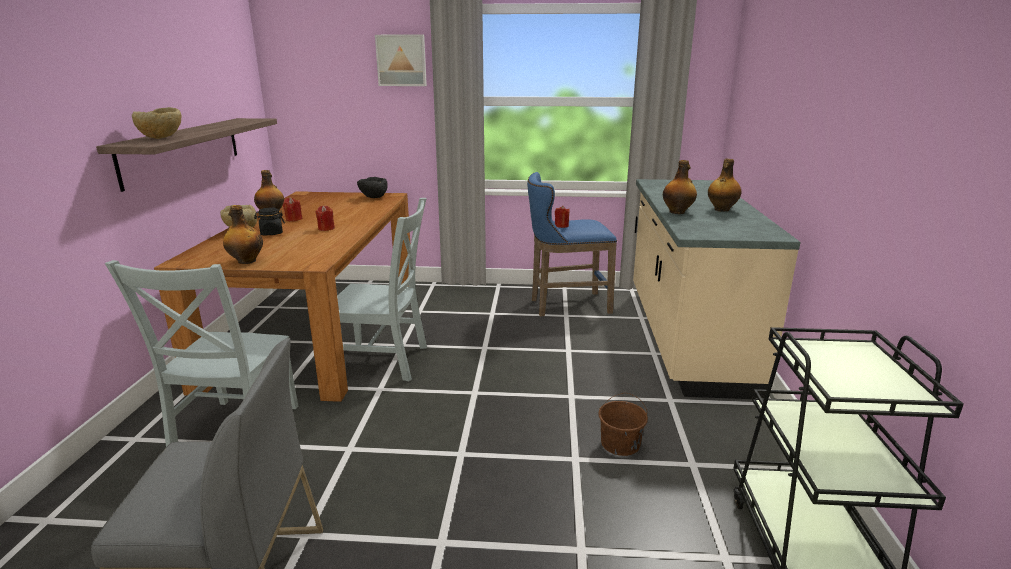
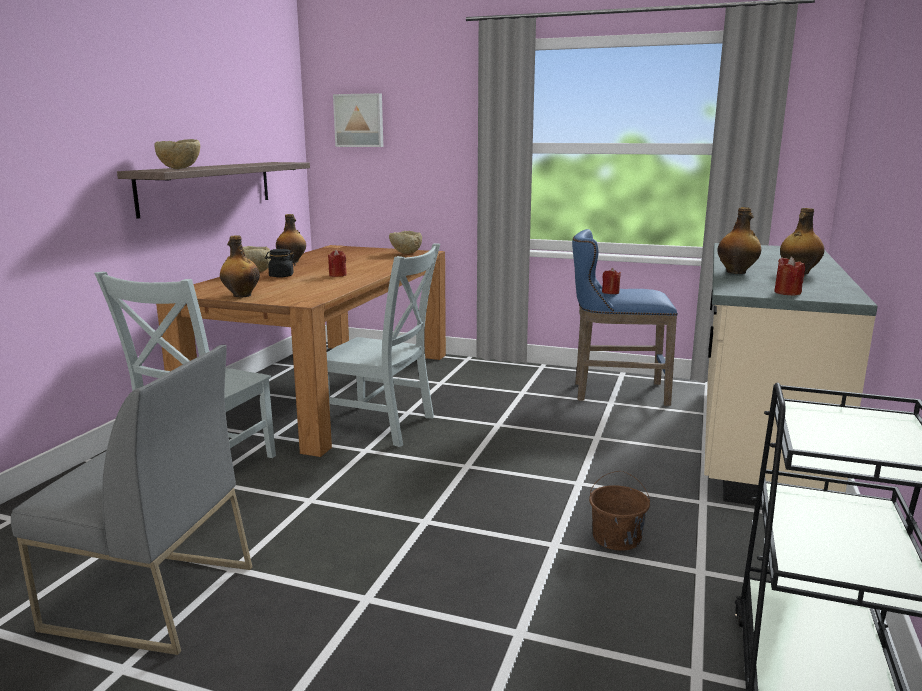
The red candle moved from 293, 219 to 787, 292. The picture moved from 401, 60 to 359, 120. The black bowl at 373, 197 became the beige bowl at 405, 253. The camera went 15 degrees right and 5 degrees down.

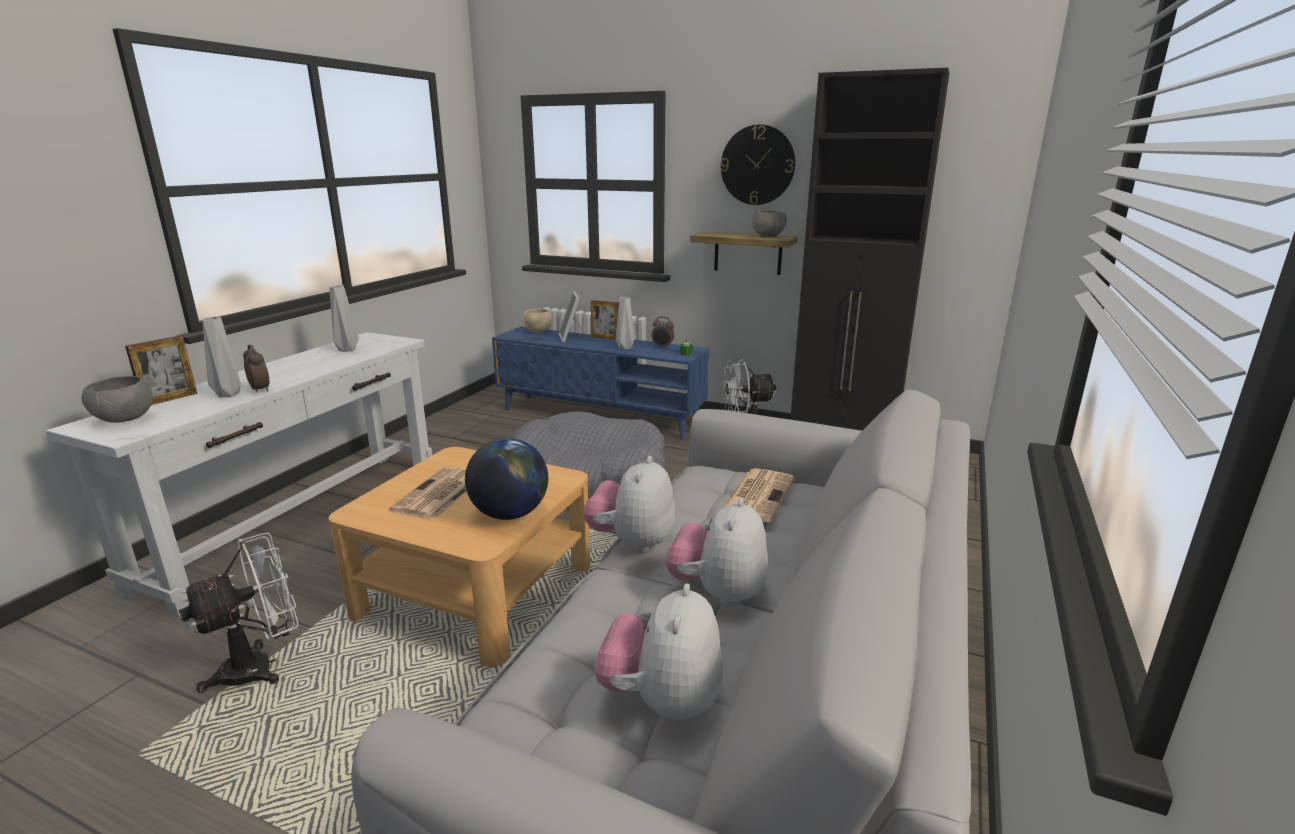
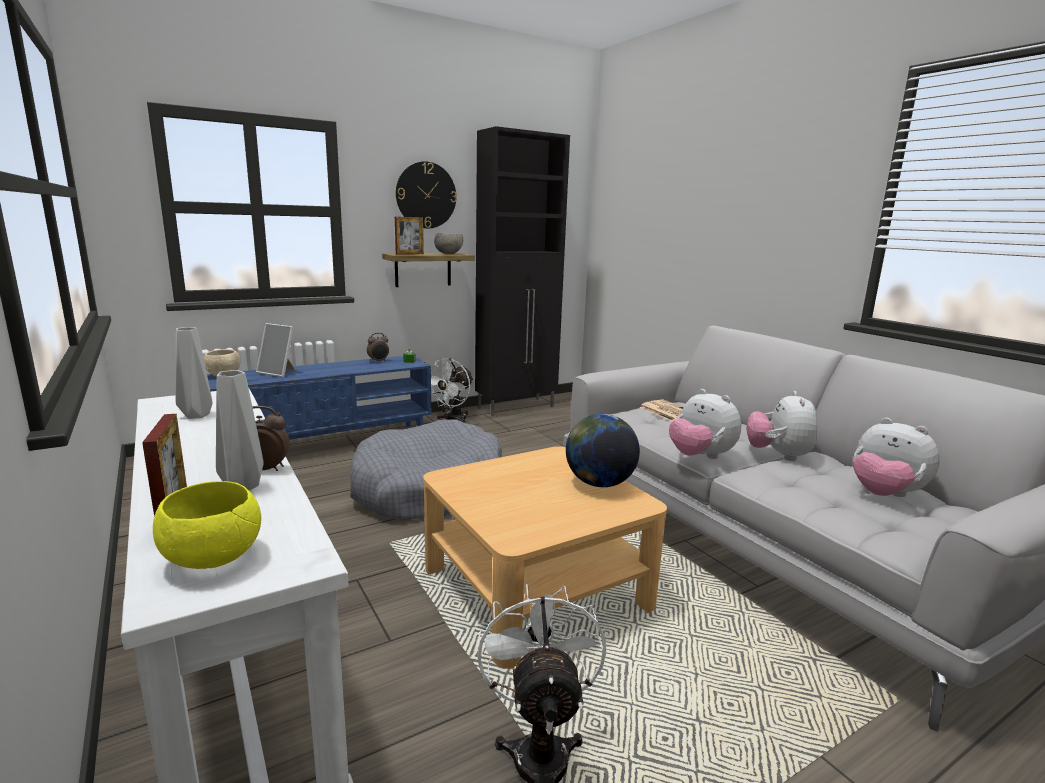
The newspaper at 439, 494 disappeared. The grey vase at 624, 348 disappeared. The picture frame moved from 605, 338 to 409, 254. The grey bowl at 125, 419 became the yellow bowl at 215, 558. The plush toy at 718, 593 turned 45 degrees clockwise. The camera went 55 degrees left and 5 degrees down.

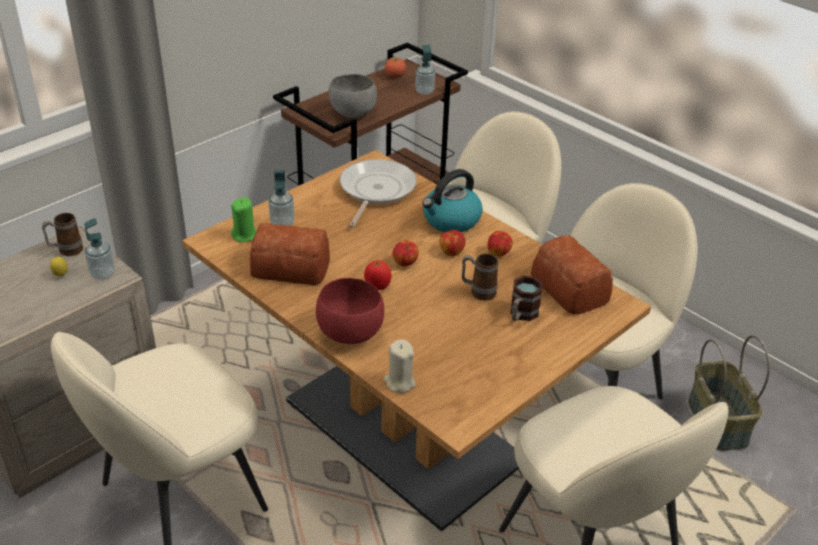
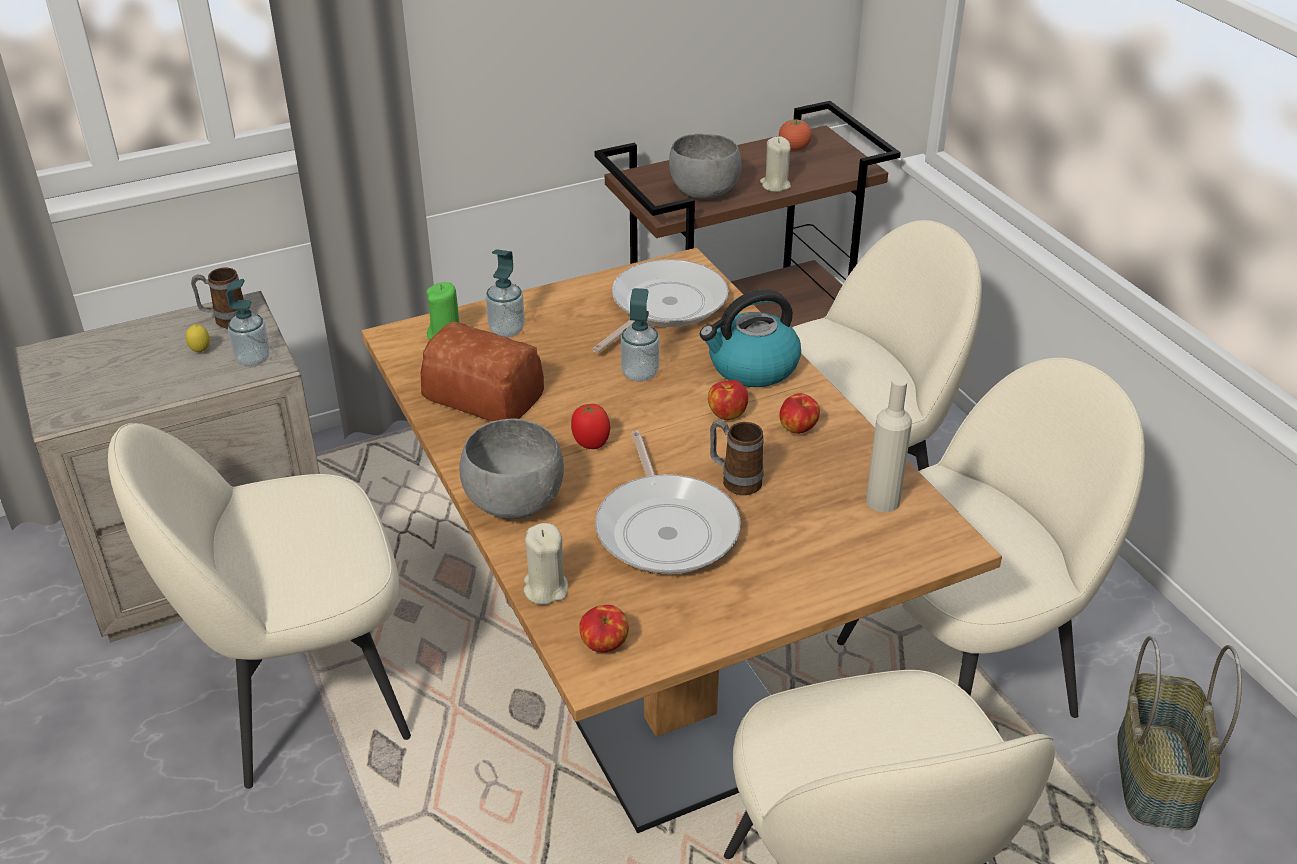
The mug at 521, 315 disappeared. The frying pan at 666, 528 appeared. The beige candle at 775, 185 appeared. The apple moved from 405, 263 to 604, 645. The soap dispenser moved from 424, 91 to 640, 373. The bread at 570, 287 was replaced by the beige bottle at 883, 501. The red bowl at 349, 333 became the grey bowl at 513, 502. The camera went 20 degrees right and 0 degrees up.

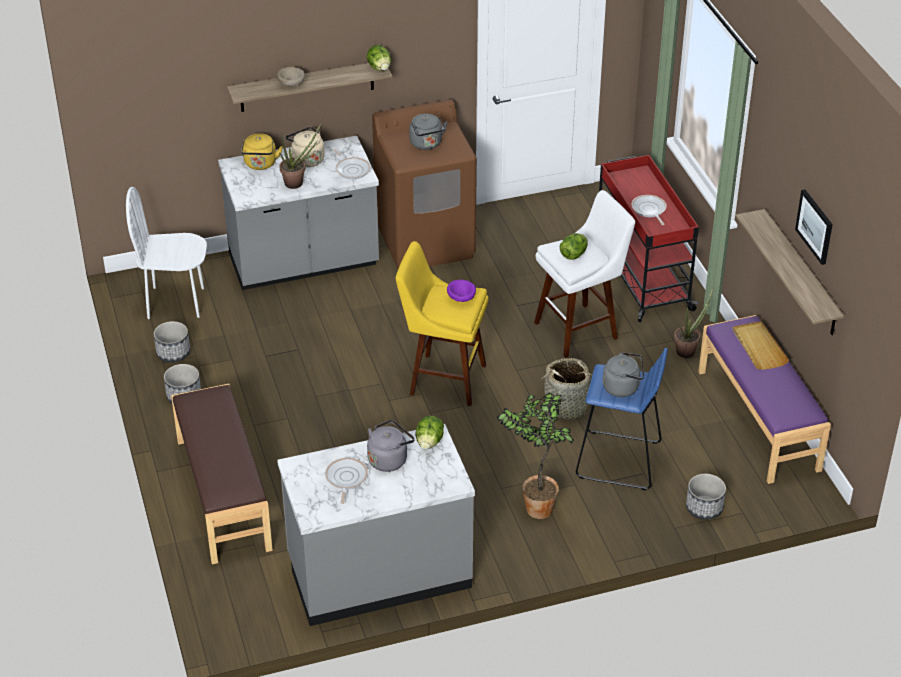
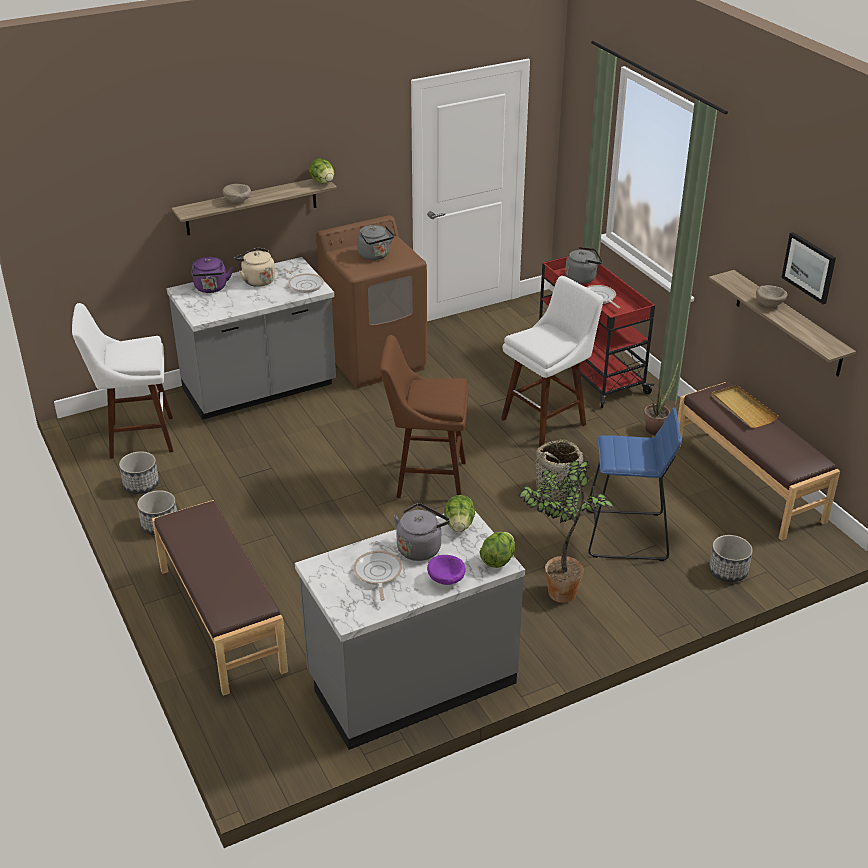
The potted plant at 298, 183 disappeared. The beige bowl at 770, 304 appeared. The purple bowl moved from 461, 299 to 446, 580. The lettuce moved from 573, 255 to 498, 560. The grey kettle moved from 623, 387 to 582, 278. The white chair at 176, 302 was replaced by the white stool at 136, 438. The yellow kettle at 260, 164 became the purple kettle at 211, 288. The yellow stool at 442, 379 became the brown stool at 425, 479. The purple bench at 759, 420 became the brown bench at 748, 482. The camera went 10 degrees left and 5 degrees down.

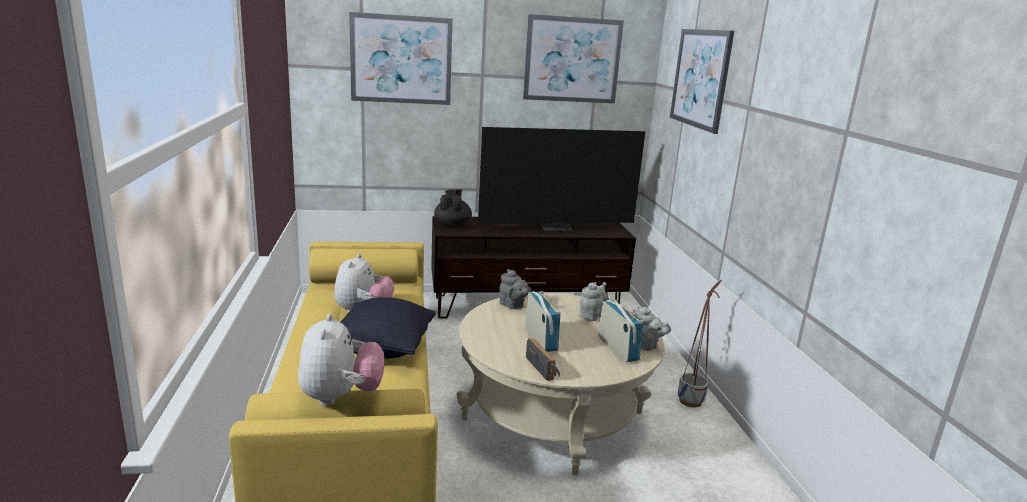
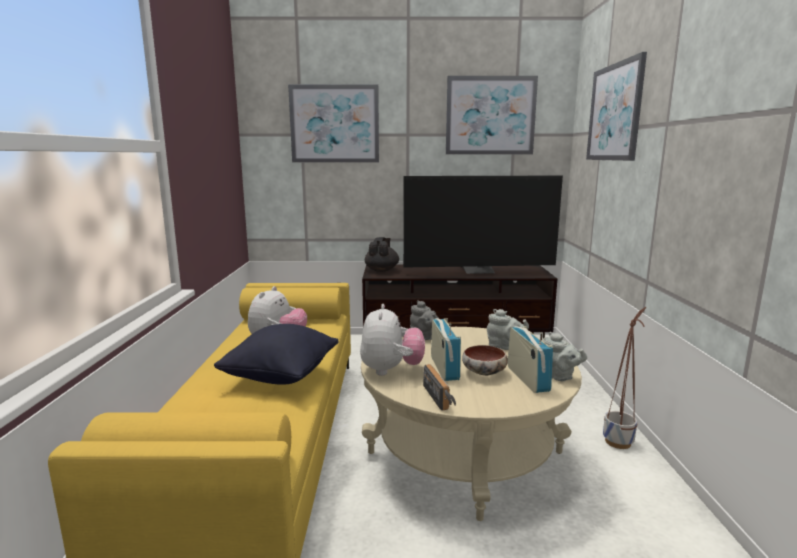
The bowl at 484, 373 appeared. The plush toy moved from 341, 397 to 391, 370. The grey teapot at 592, 315 turned 75 degrees clockwise. The camera went 10 degrees right and 5 degrees down.

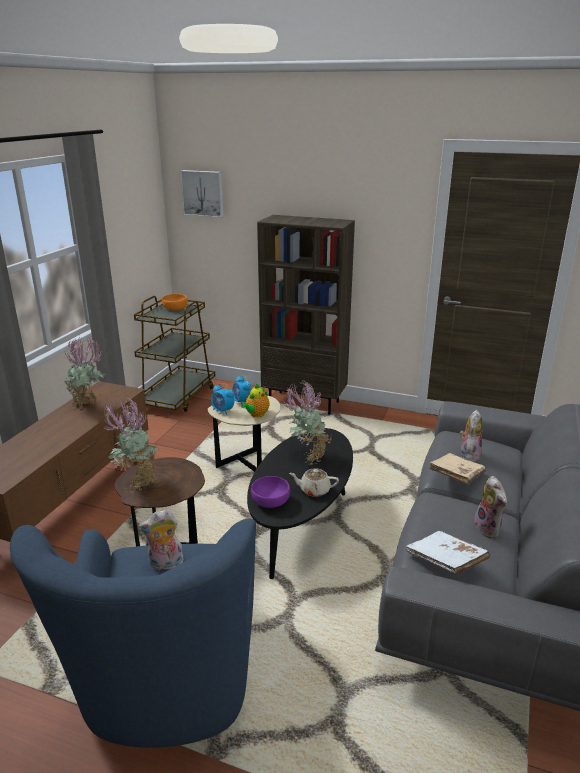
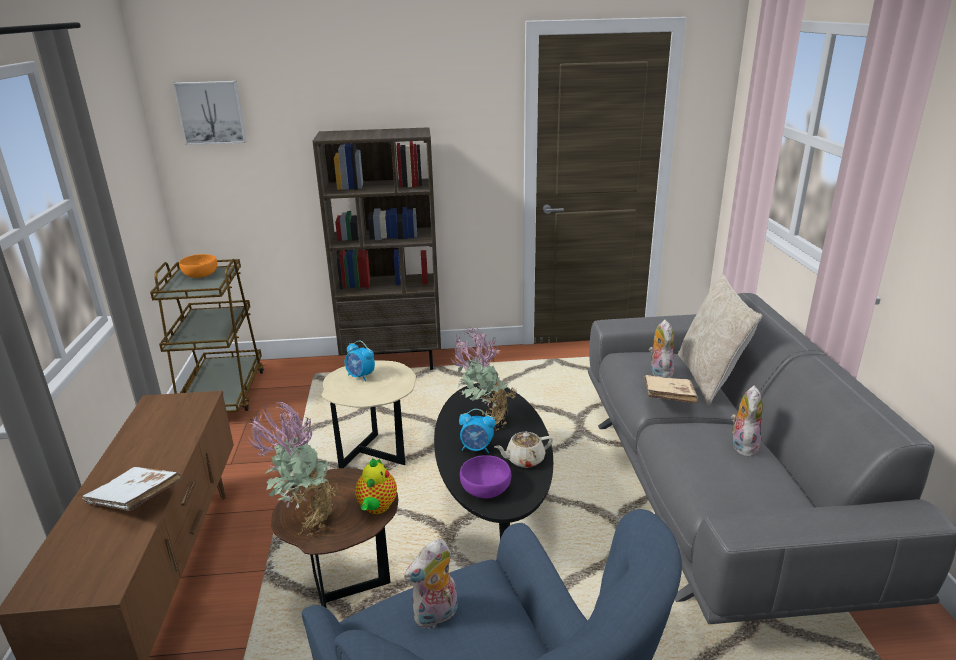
The potted plant at 89, 406 disappeared. The beige pillow at 709, 378 appeared. The alarm clock moved from 223, 411 to 477, 449. The teapot moved from 256, 414 to 376, 508. The white book moved from 445, 562 to 136, 500. The plush toy at 489, 529 turned 120 degrees counterclockwise. The camera went 25 degrees left and 0 degrees up.

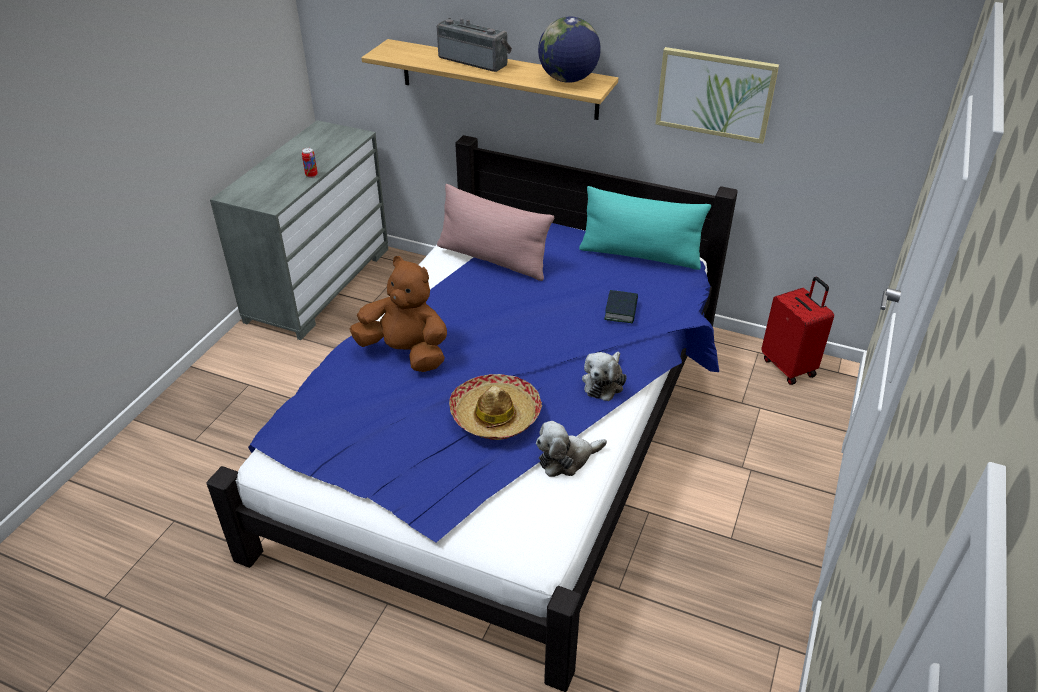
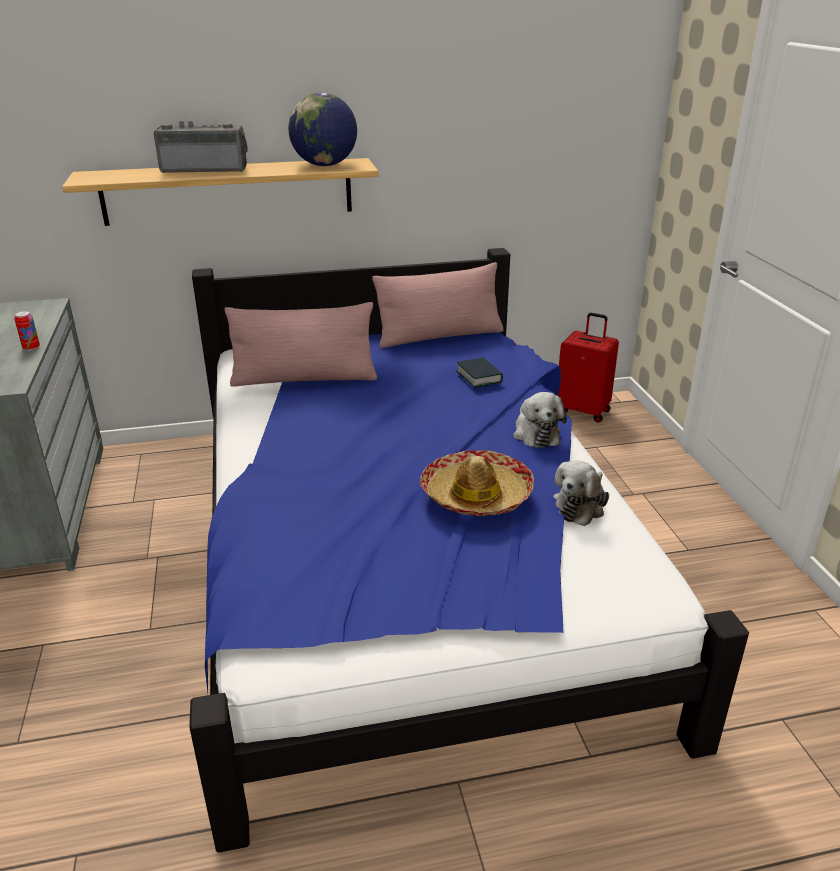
The brown plush toy at 406, 352 disappeared. The picture at 715, 94 disappeared. The turquoise pillow at 640, 255 became the pink pillow at 439, 336. The camera went 35 degrees left and 10 degrees down.

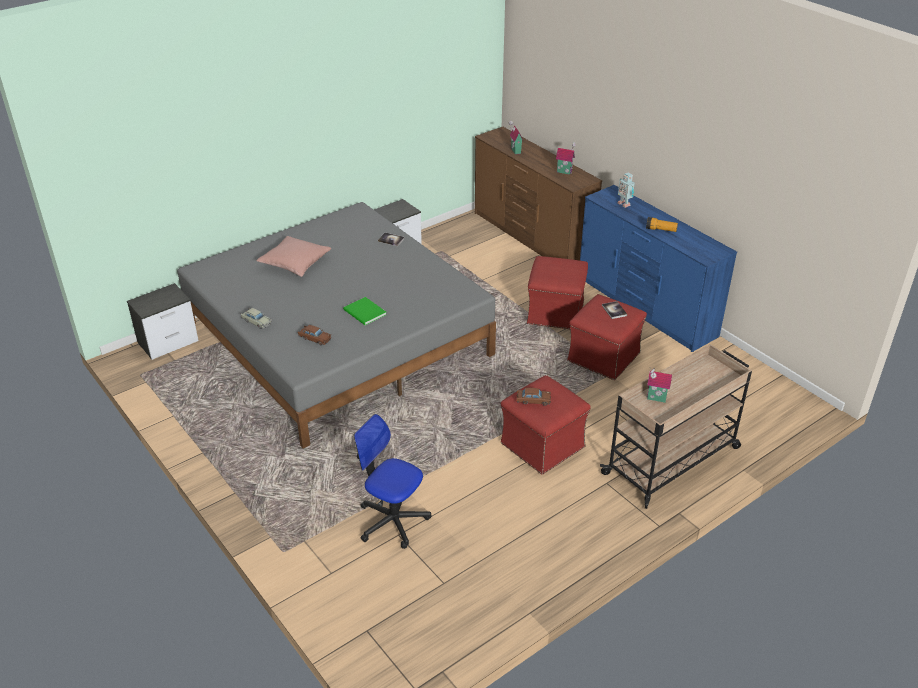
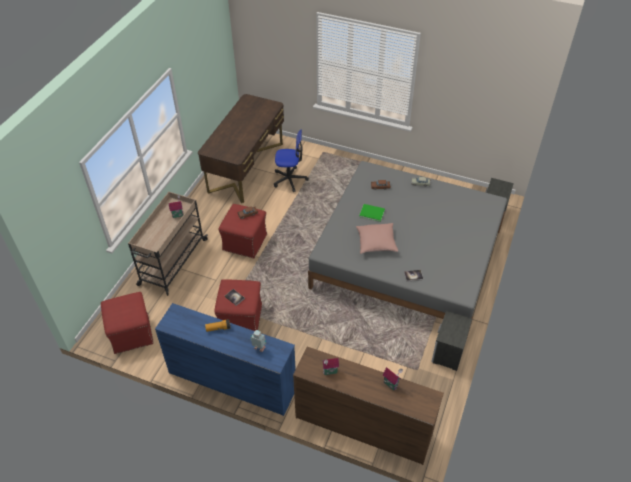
The brown desk at 246, 167 appeared. The pink pillow moved from 295, 263 to 376, 243. The red ottoman moved from 555, 313 to 131, 333. The camera went 150 degrees right and 10 degrees up.

